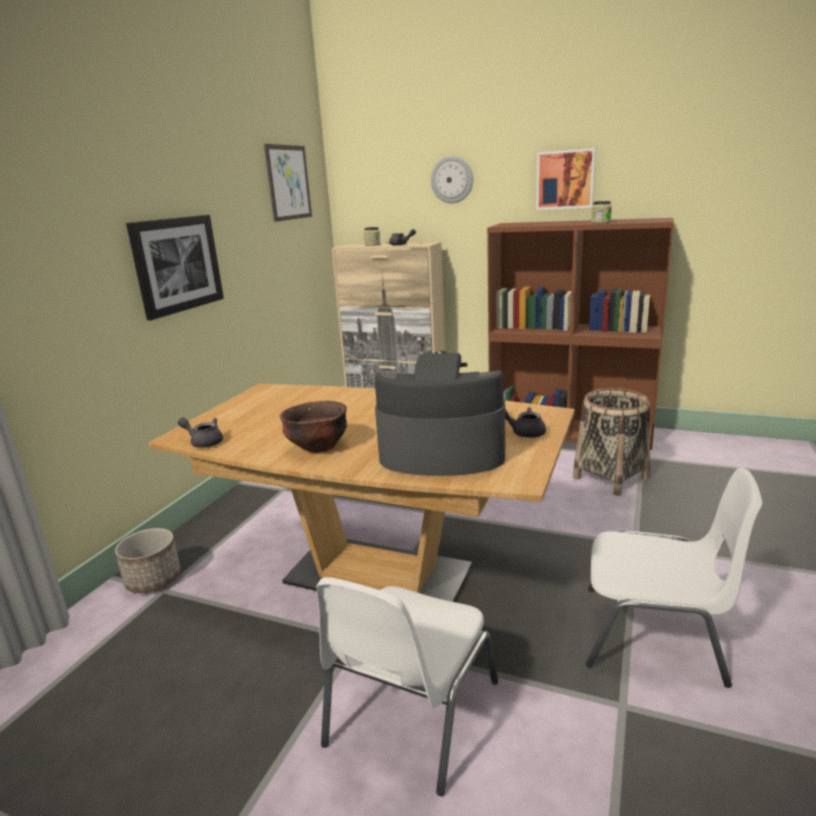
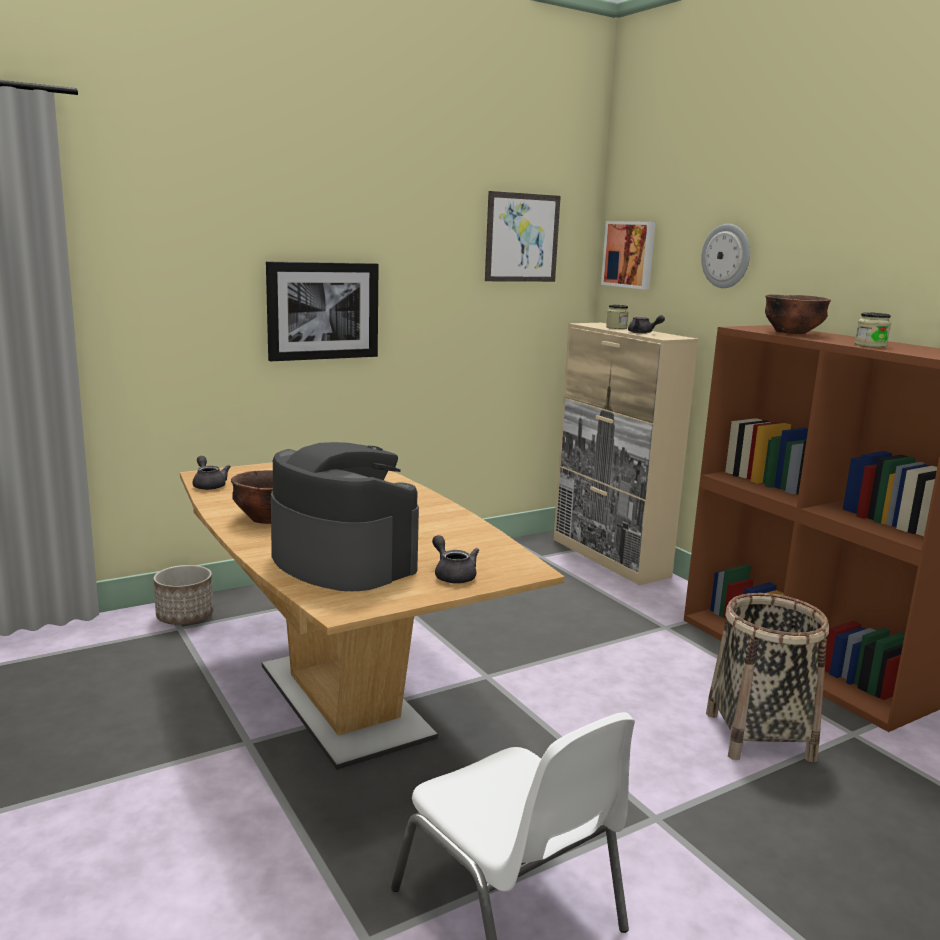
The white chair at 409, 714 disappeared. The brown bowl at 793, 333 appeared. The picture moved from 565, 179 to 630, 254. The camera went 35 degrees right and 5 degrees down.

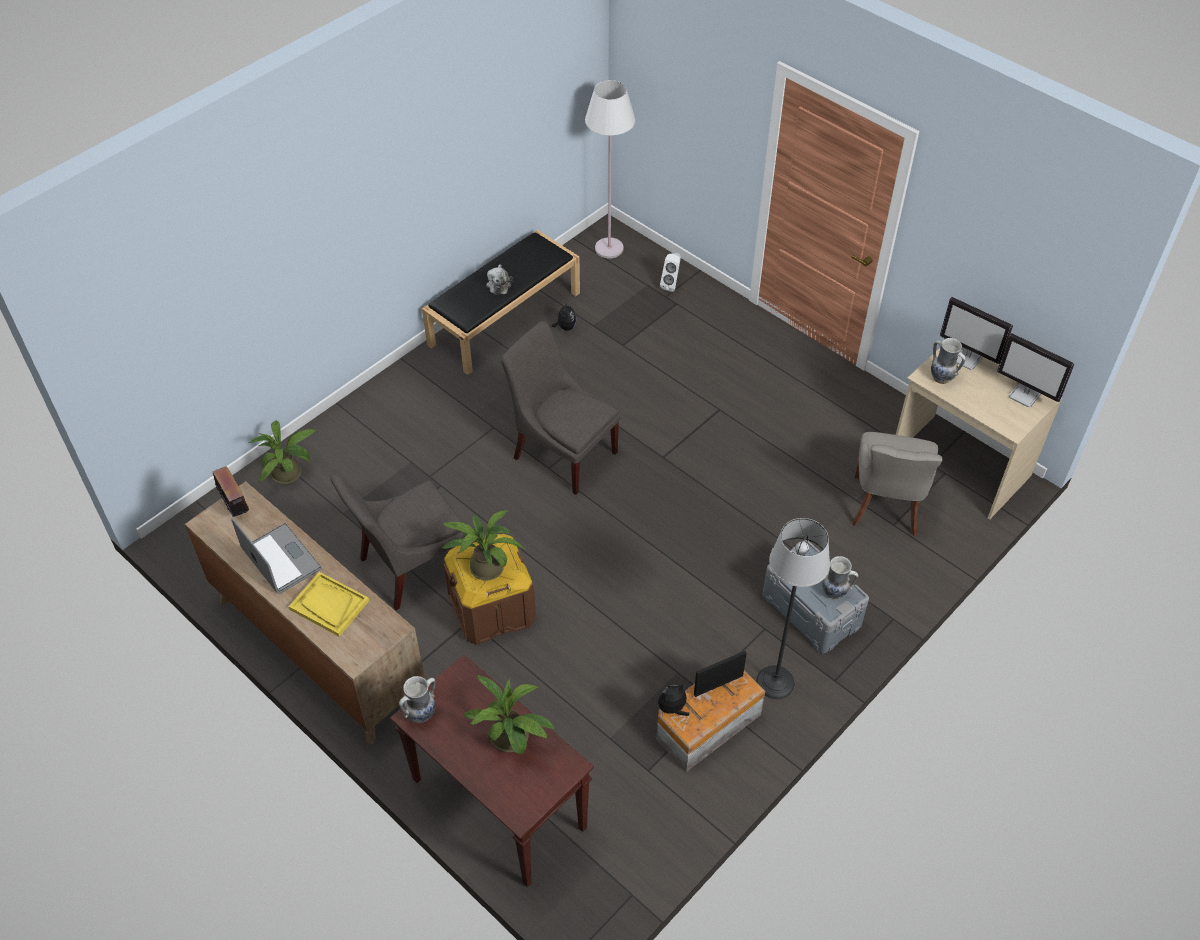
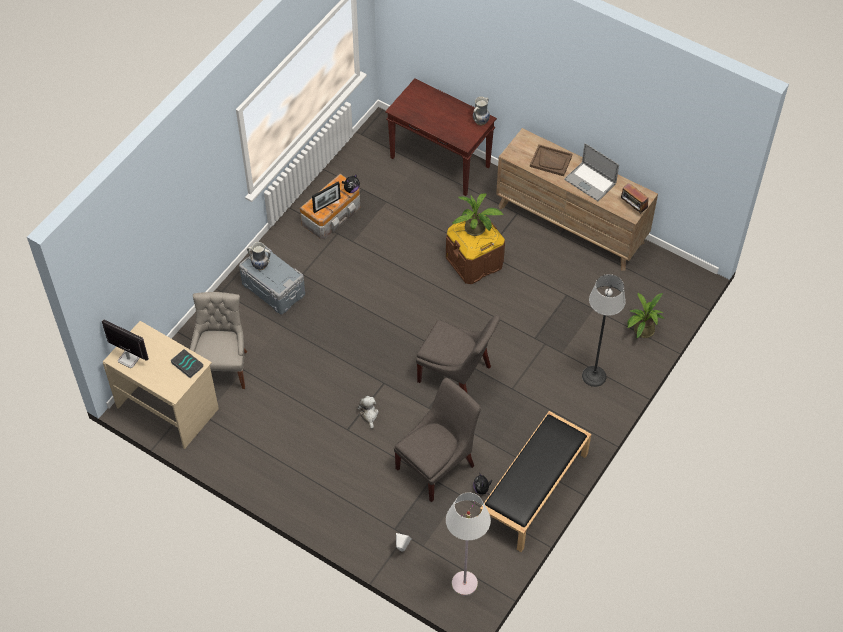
The potted plant at 512, 740 disappeared. The monitor at 967, 358 disappeared. The grey chair moved from 409, 566 to 438, 465. The plush toy moved from 499, 284 to 369, 415. The floor lamp moved from 775, 682 to 594, 376. The vase at 942, 377 was replaced by the book at 186, 365. The yellow tray at 329, 605 became the brown tray at 551, 161. The camera went 170 degrees right and 5 degrees up.

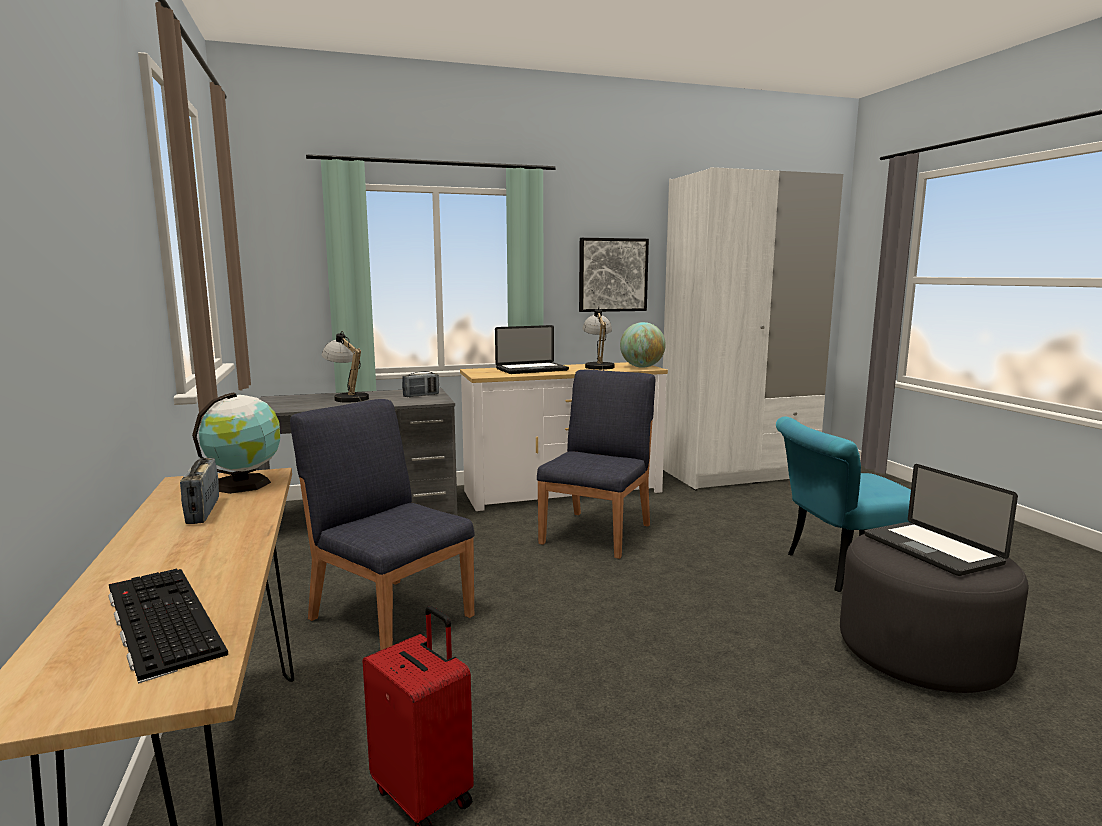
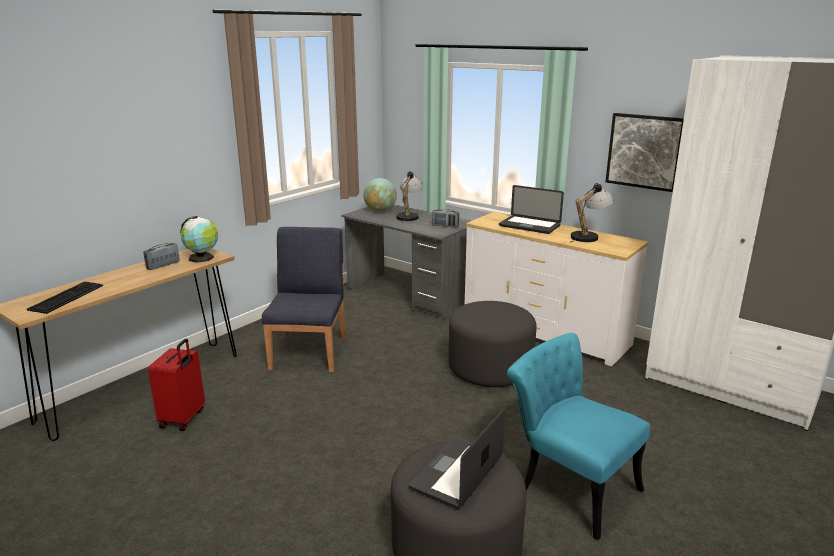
The globe moved from 642, 367 to 380, 211. The blue chair at 597, 533 was replaced by the grey ottoman at 490, 368. The camera went 55 degrees right and 10 degrees up.

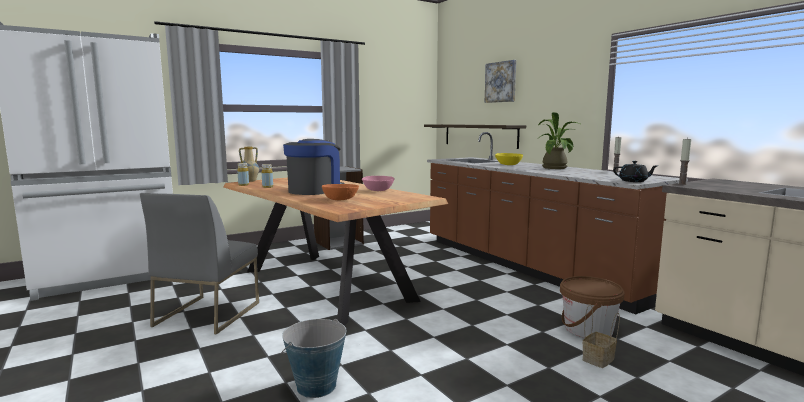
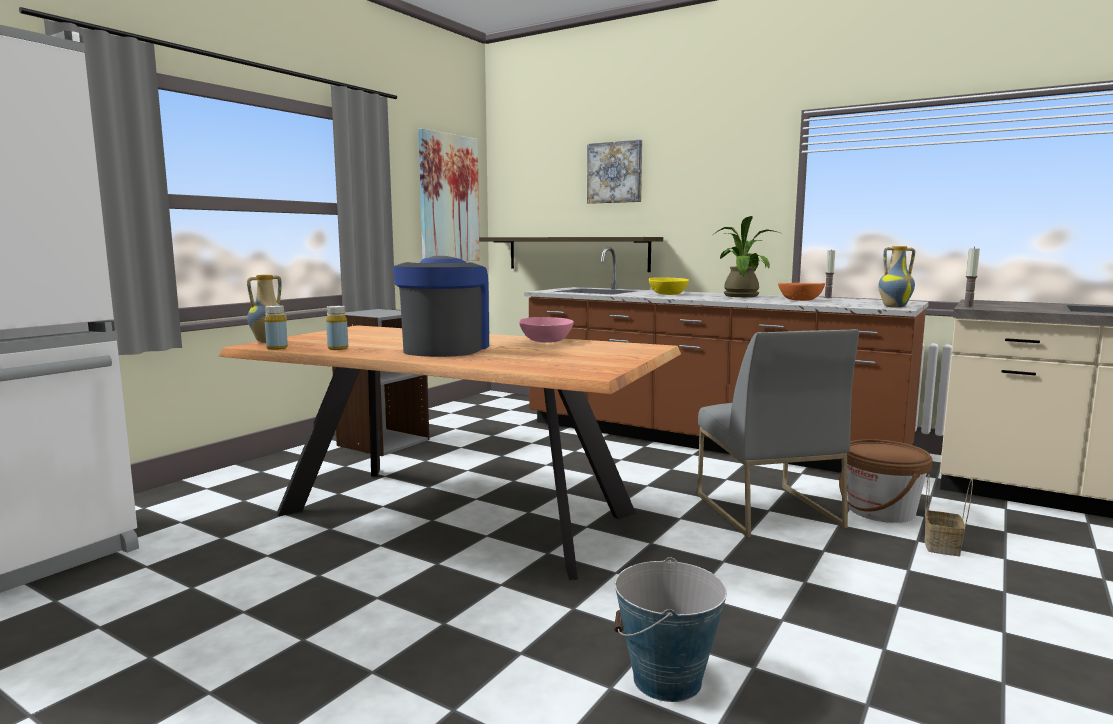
The picture at 449, 198 appeared. The grey chair moved from 208, 313 to 766, 510. The orange bowl moved from 340, 199 to 800, 300. The black teapot at 634, 181 was replaced by the vase at 894, 307. The camera went 25 degrees left and 0 degrees up.

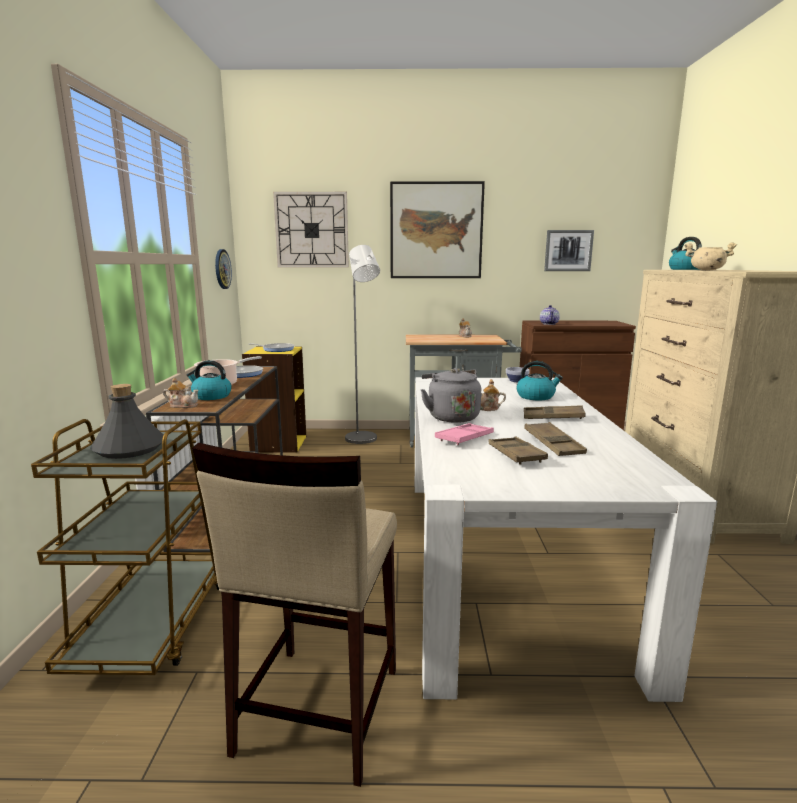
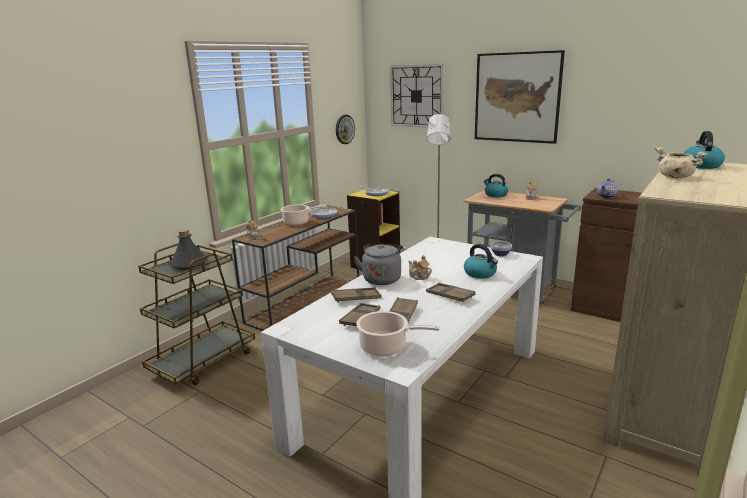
The beige stool at 317, 710 disappeared. The picture at 568, 250 disappeared. The cooking pot at 386, 347 appeared. The kettle moved from 211, 396 to 495, 195. The pink tray at 464, 438 became the brown tray at 356, 298. The camera went 35 degrees right and 5 degrees up.

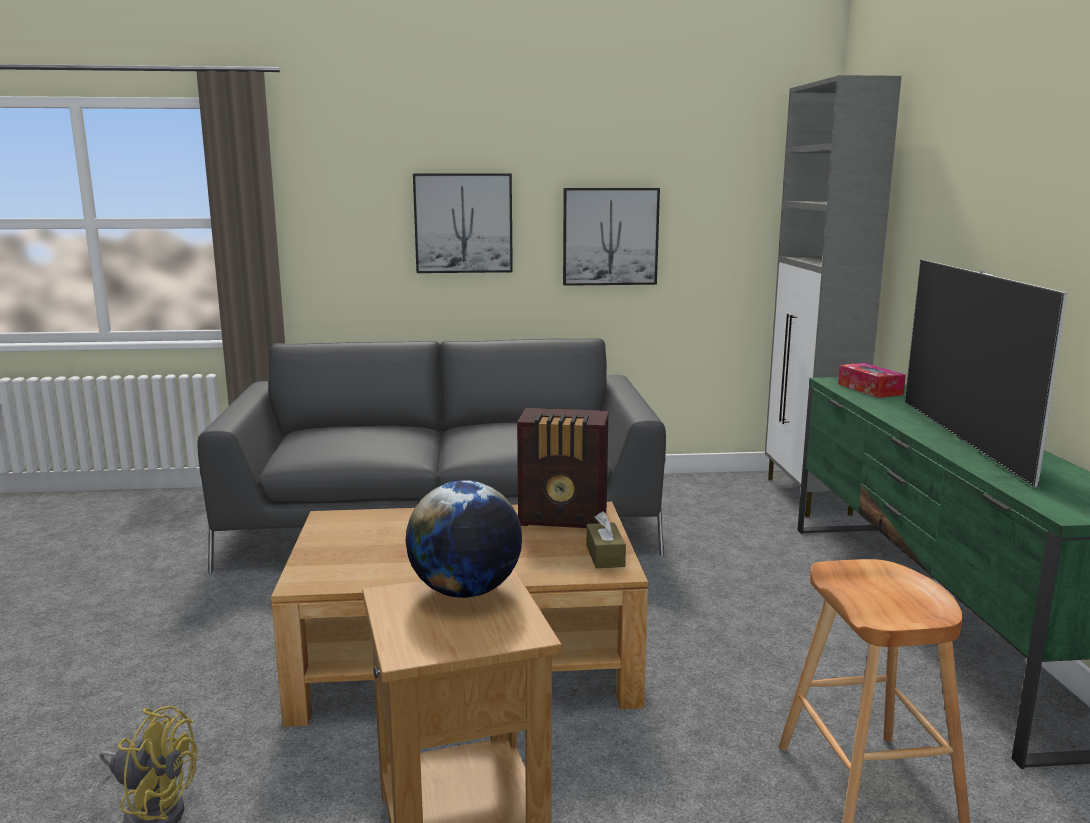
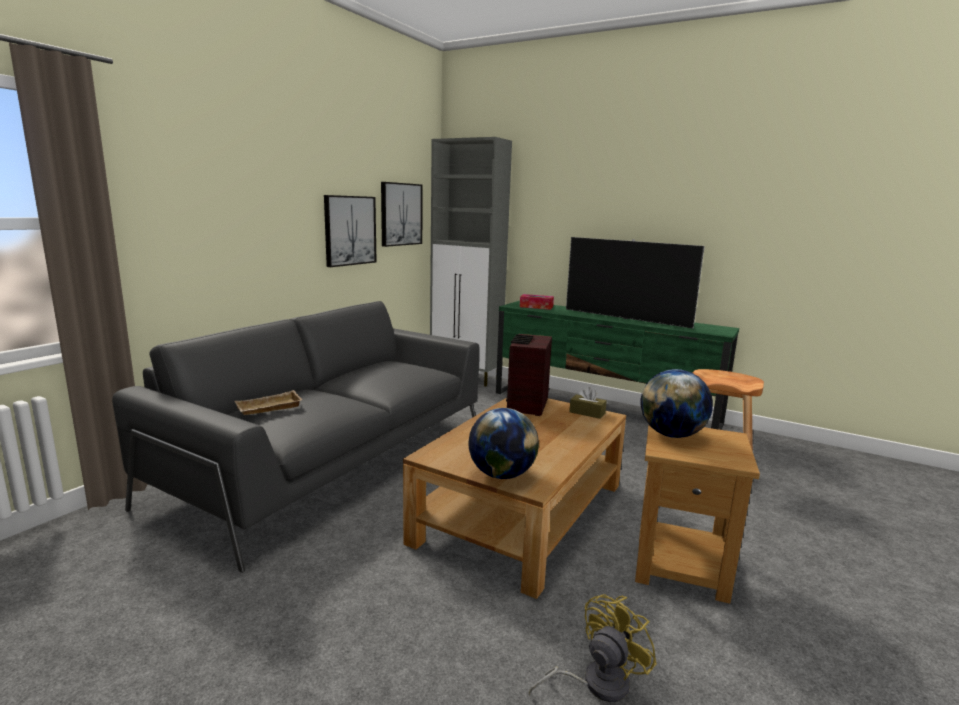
The beige tray at 268, 408 appeared. The globe at 501, 474 appeared. The picture moved from 463, 223 to 401, 214. The radio at 565, 519 turned 150 degrees clockwise. The camera went 55 degrees left and 0 degrees up.

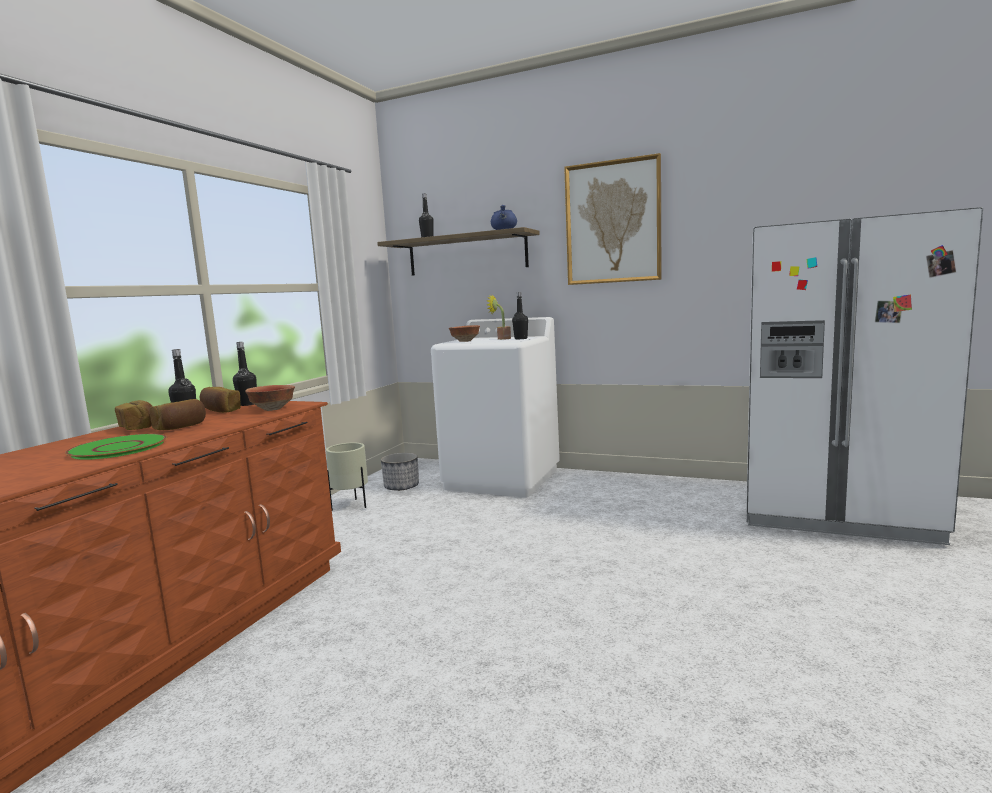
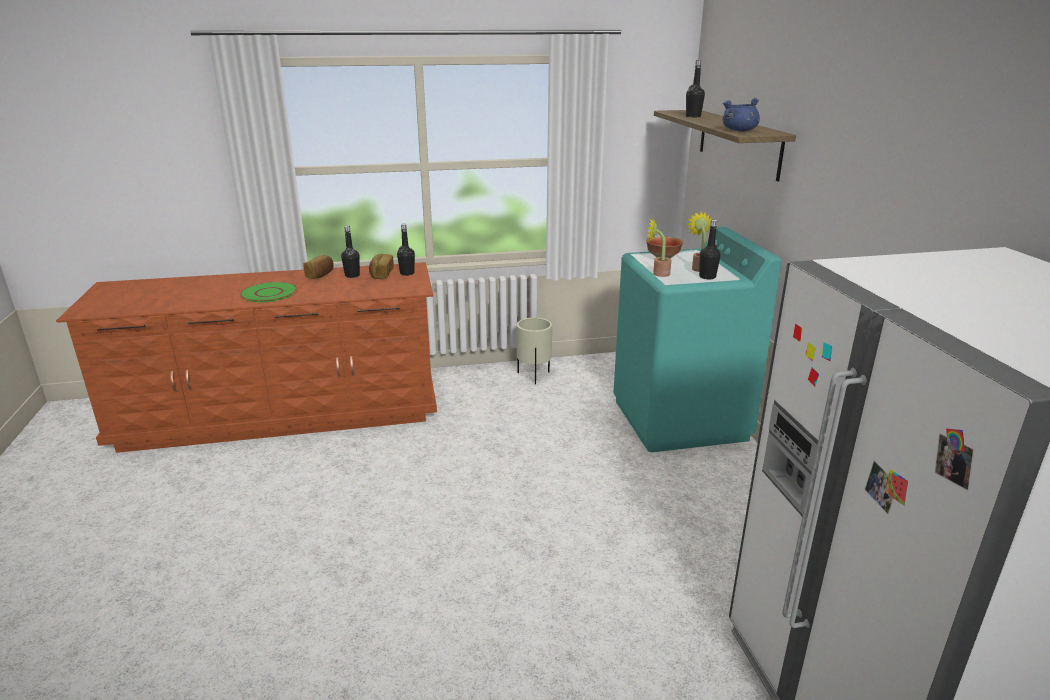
The bread at 181, 427 disappeared. The bowl at 272, 409 disappeared. The planter at 401, 487 disappeared. The picture at 613, 222 disappeared. The potted plant at 657, 273 appeared. The white washing machine at 503, 478 became the turquoise washing machine at 680, 420. The camera went 55 degrees right and 15 degrees up.

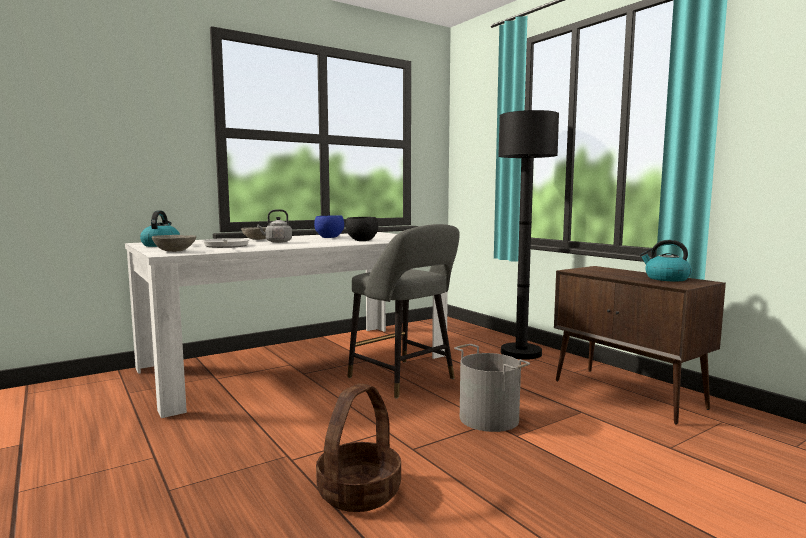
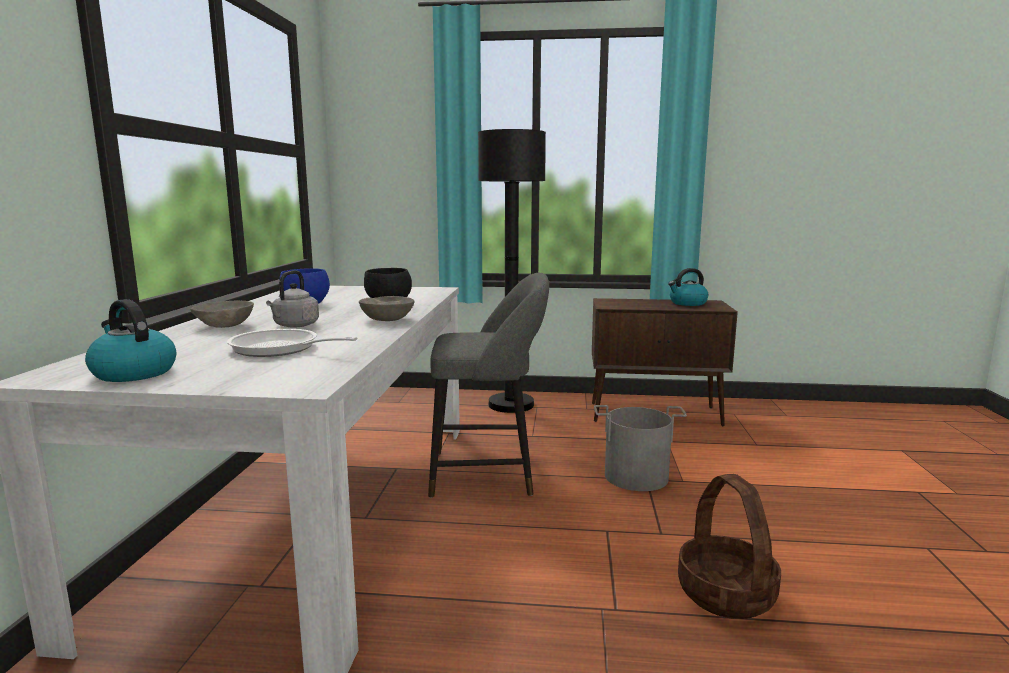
The grey bowl moved from 174, 251 to 386, 320. The camera went 50 degrees left and 5 degrees up.

